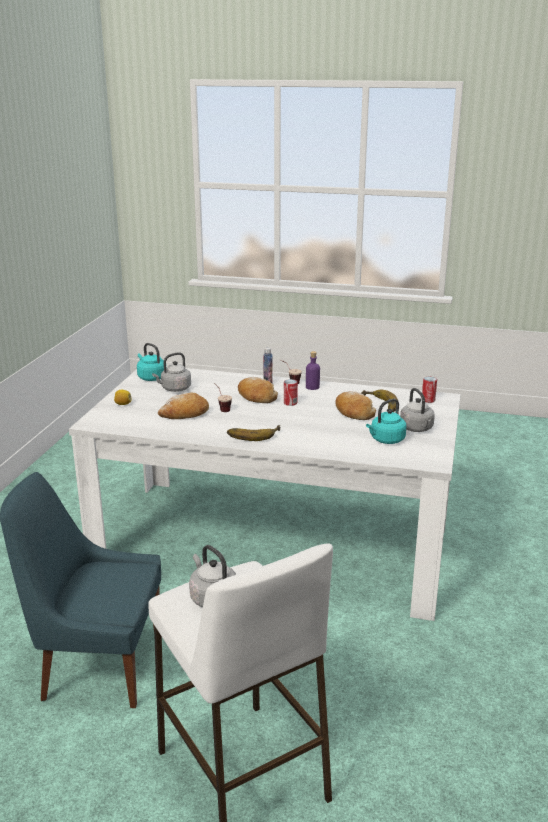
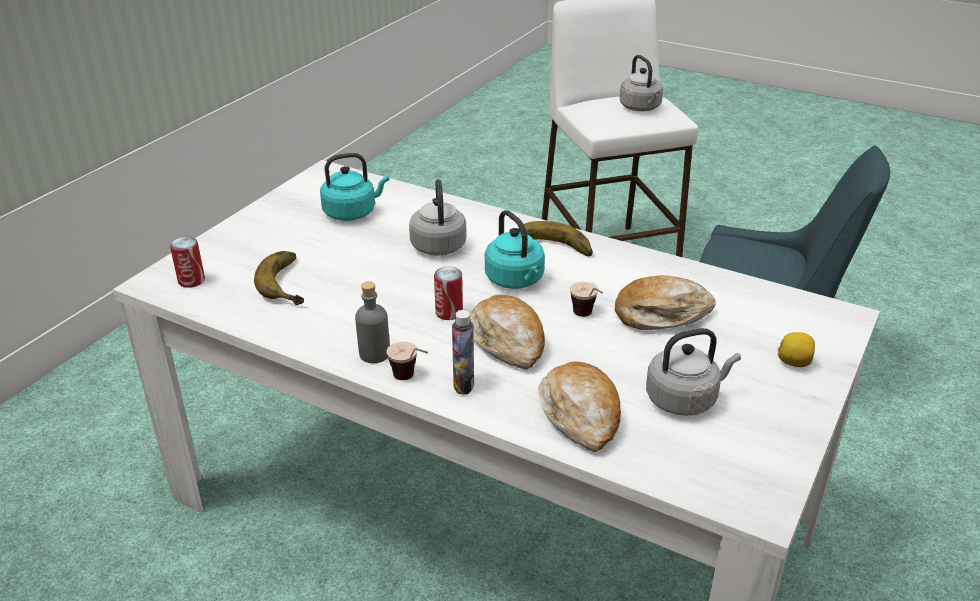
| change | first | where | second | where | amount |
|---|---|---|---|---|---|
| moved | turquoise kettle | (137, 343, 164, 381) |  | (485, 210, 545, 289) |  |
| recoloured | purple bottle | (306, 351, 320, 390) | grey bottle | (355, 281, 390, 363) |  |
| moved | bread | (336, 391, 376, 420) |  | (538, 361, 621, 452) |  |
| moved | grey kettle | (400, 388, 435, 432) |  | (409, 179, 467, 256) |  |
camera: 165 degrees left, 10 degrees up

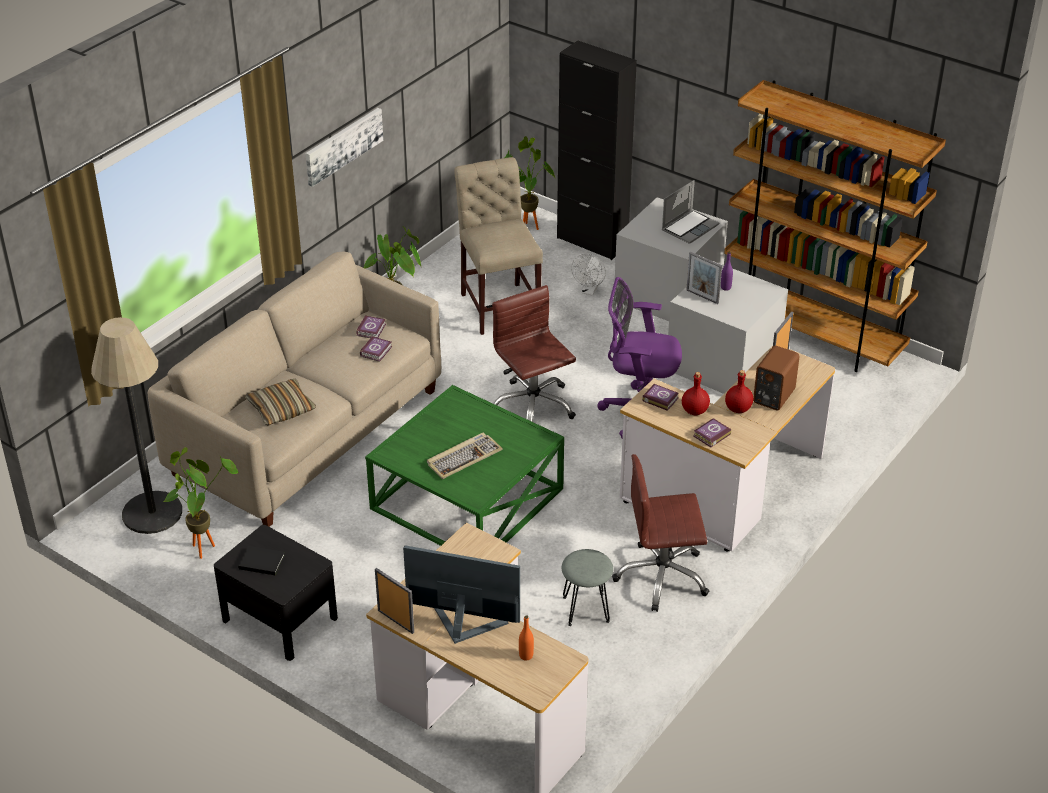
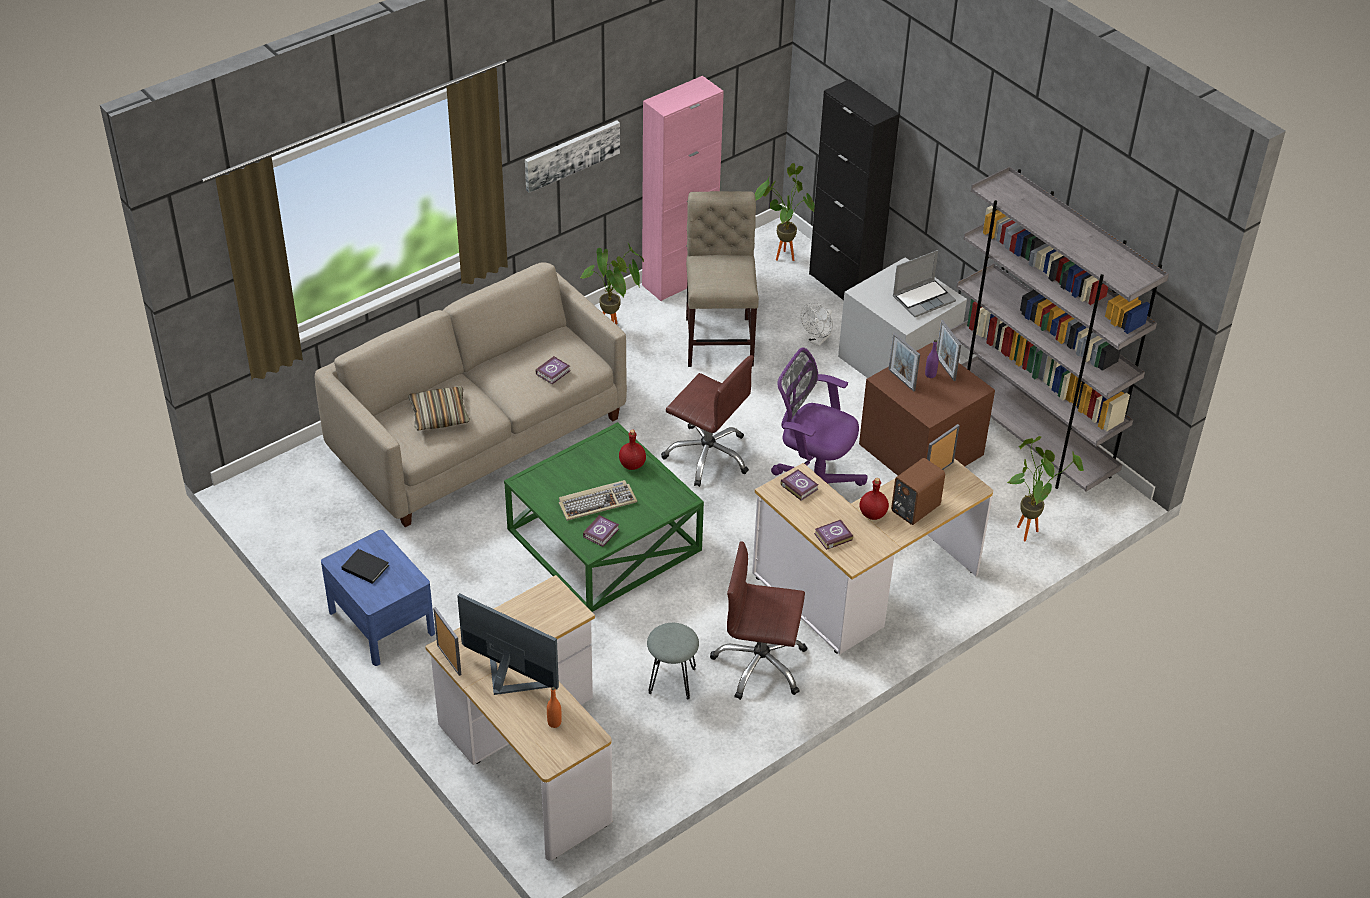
| change | first | where | second | where | amount |
|---|---|---|---|---|---|
| removed | floor lamp | (91, 317, 182, 534) |  |  |  |
| moved | potted plant | (164, 447, 239, 559) |  | (1007, 436, 1084, 541) |  |
| recoloured | black nightstand | (214, 525, 338, 661) | blue nightstand | (321, 530, 435, 666) |  |
| moved | book | (356, 315, 386, 338) |  | (583, 515, 619, 547) |  |
| turned | brown office chair | (492, 285, 576, 422) |  | (661, 355, 754, 487) | 135 degrees clockwise |
| recoloured | grey storage box | (668, 262, 788, 394) | brown storage box | (859, 343, 995, 475) |  |
| moved | red bottle | (682, 372, 710, 415) |  | (619, 429, 646, 470) |  |
| recoloured | brown bookcase | (724, 80, 946, 372) | grey bookcase | (950, 166, 1169, 491) |  |
| added |  |  | pink cabinet | (642, 76, 724, 302) |  |
| added |  |  | picture frame | (937, 320, 961, 381) |  |
camera: 15 degrees right, 5 degrees up

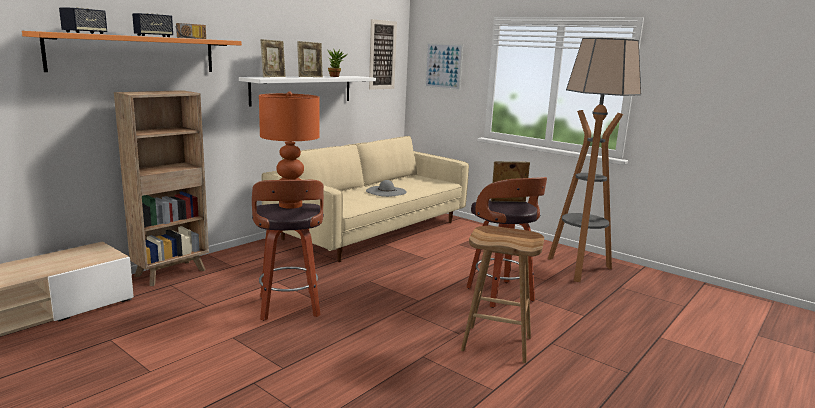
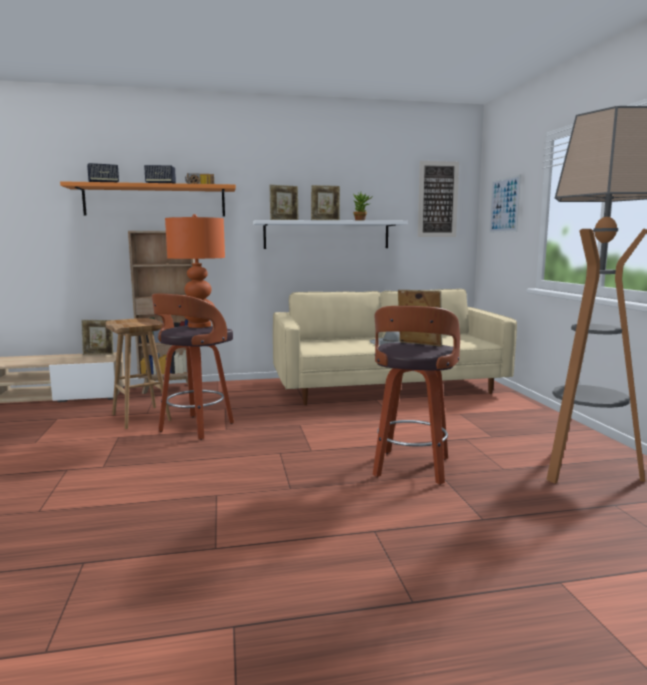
| change | first | where | second | where | amount |
|---|---|---|---|---|---|
| moved | brown stool | (461, 226, 544, 363) |  | (106, 318, 171, 429) |  |
| added |  |  | picture frame | (81, 320, 114, 355) |  |
camera: 40 degrees right, 5 degrees down

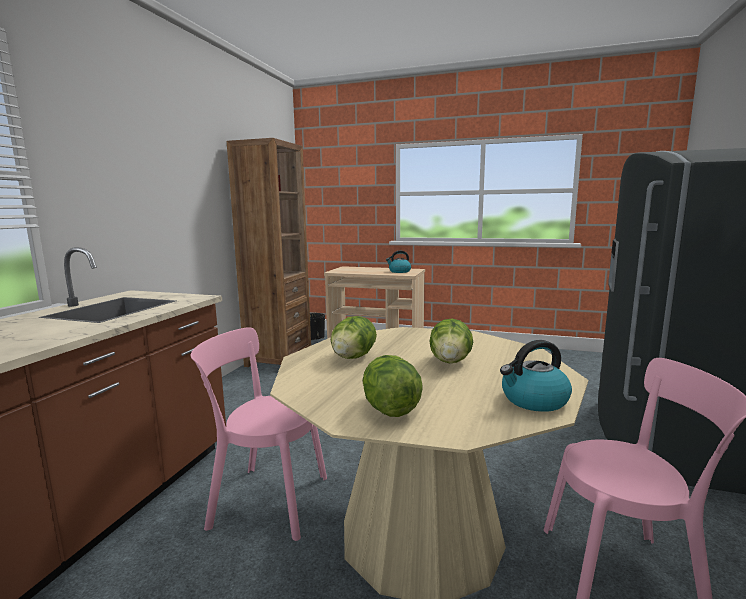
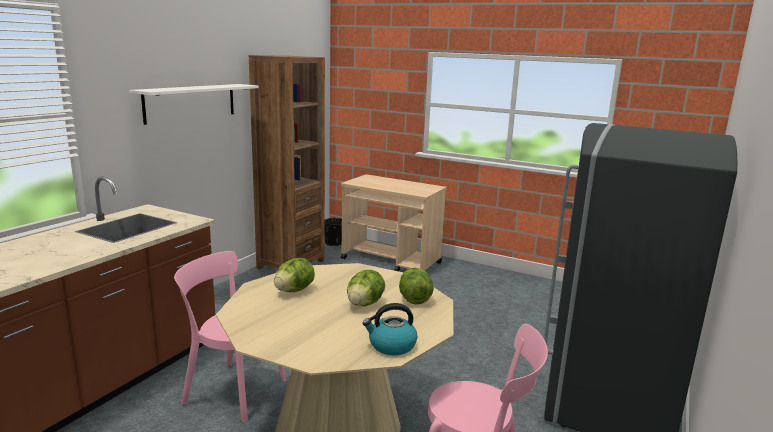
| change | first | where | second | where | amount |
|---|---|---|---|---|---|
| moved | lettuce | (363, 355, 423, 417) |  | (399, 268, 434, 305) |  |
| removed | kettle | (386, 250, 411, 273) |  |  |  |
| added |  |  | white shelf | (129, 84, 259, 125) |  |
camera: 10 degrees right, 5 degrees up

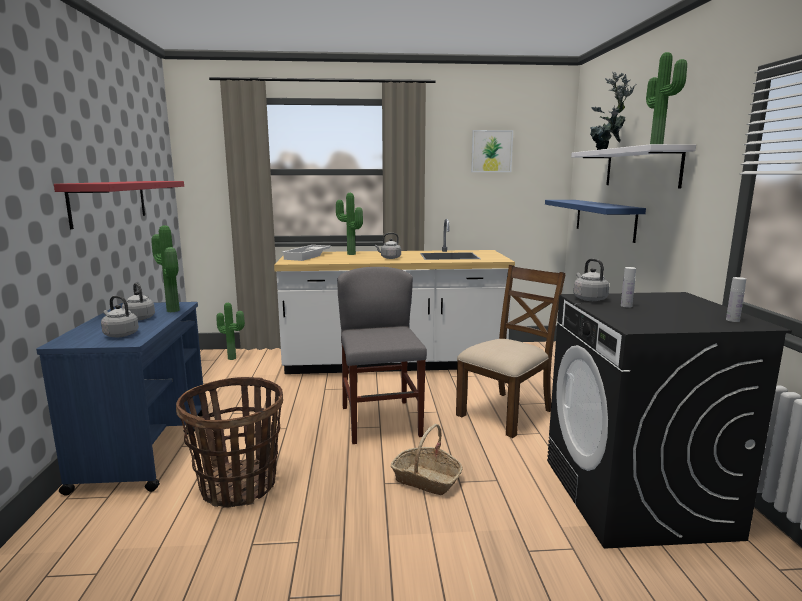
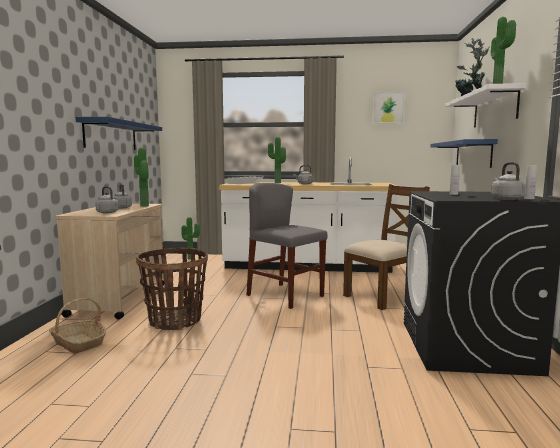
| change | first | where | second | where | amount |
|---|---|---|---|---|---|
| recoloured | blue cart | (36, 302, 203, 496) | beige cart | (55, 203, 164, 320) |  |
| recoloured | red shelf | (54, 181, 184, 229) | blue shelf | (75, 117, 162, 150) |  |
| turned | grey chair | (337, 267, 427, 444) |  | (247, 183, 327, 309) | 45 degrees counterclockwise |
| moved | basket | (391, 424, 463, 495) |  | (49, 298, 106, 353) |  |
| moved | grey kettle | (573, 259, 609, 301) |  | (491, 162, 525, 200) |  |
camera: 10 degrees right, 5 degrees down

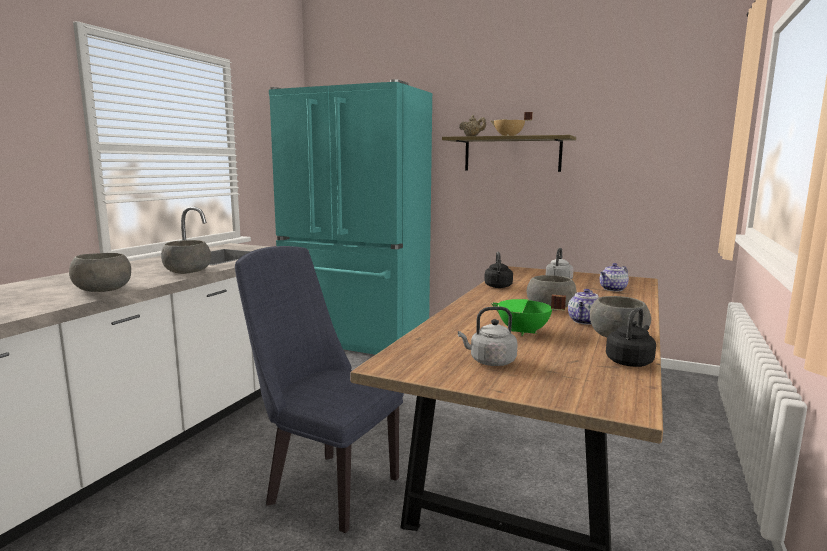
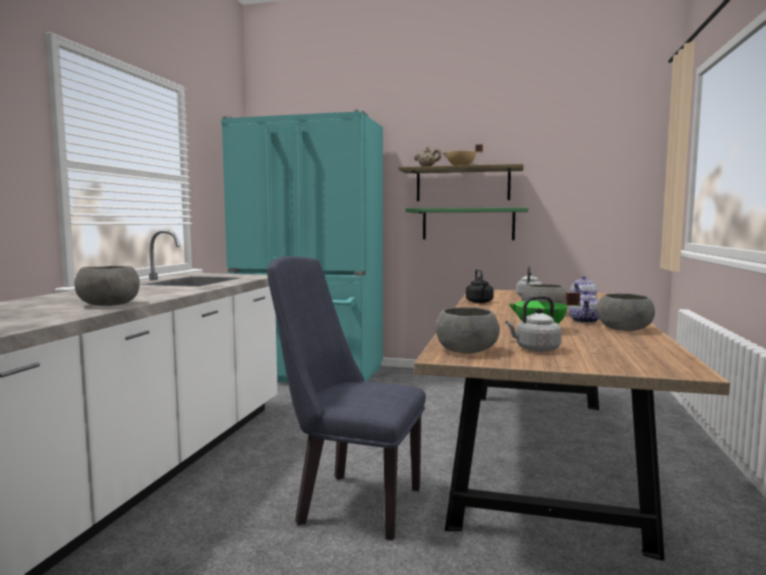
| change | first | where | second | where | amount |
|---|---|---|---|---|---|
| moved | grey bowl | (161, 240, 211, 274) |  | (436, 307, 500, 353) |  |
| removed | black kettle | (606, 307, 656, 367) |  |  |  |
| added |  |  | green shelf | (405, 208, 528, 240) |  |
camera: 10 degrees left, 5 degrees down

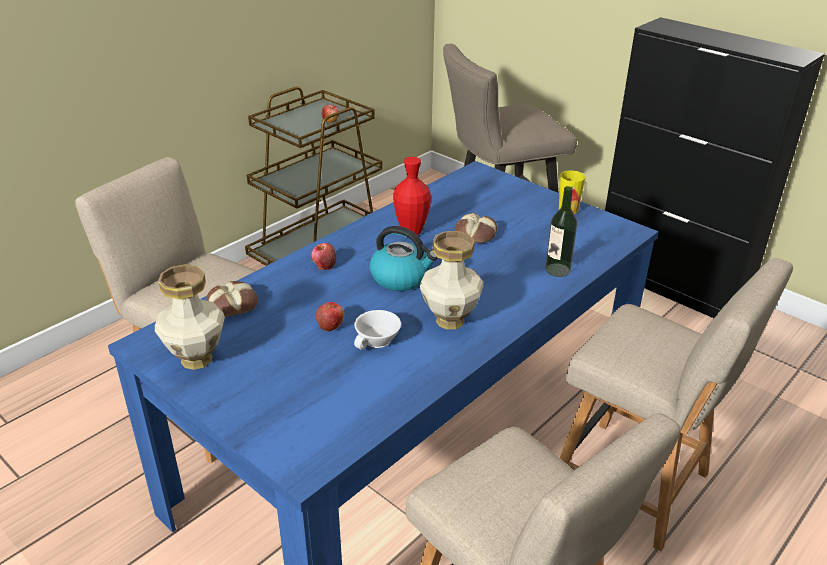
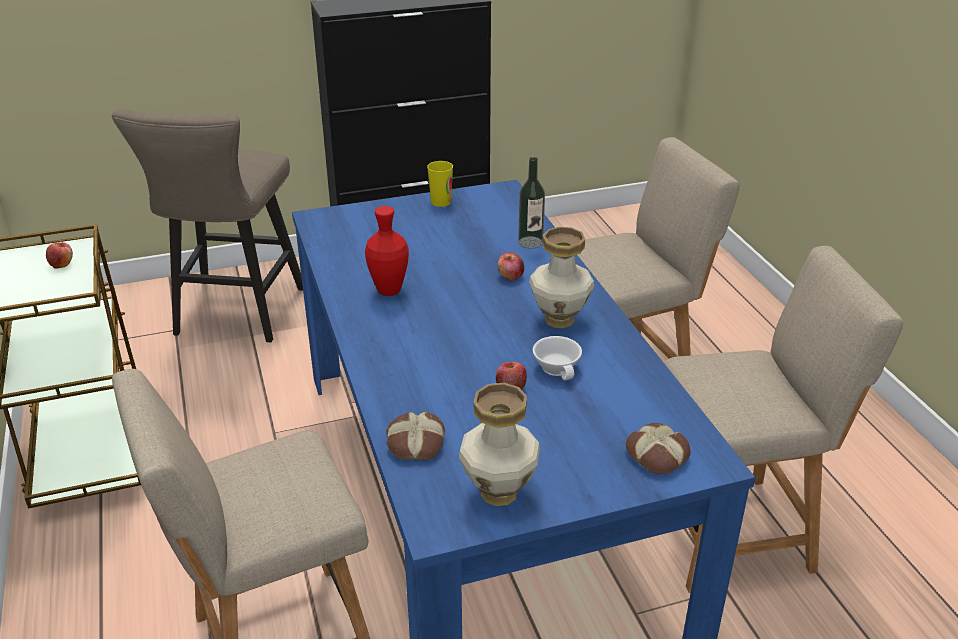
| change | first | where | second | where | amount |
|---|---|---|---|---|---|
| moved | apple | (311, 243, 336, 270) |  | (497, 252, 524, 281) |  |
| removed | kettle | (370, 226, 438, 291) |  |  |  |
| moved | bread | (455, 213, 498, 243) |  | (626, 423, 691, 474) |  |
camera: 60 degrees left, 0 degrees up

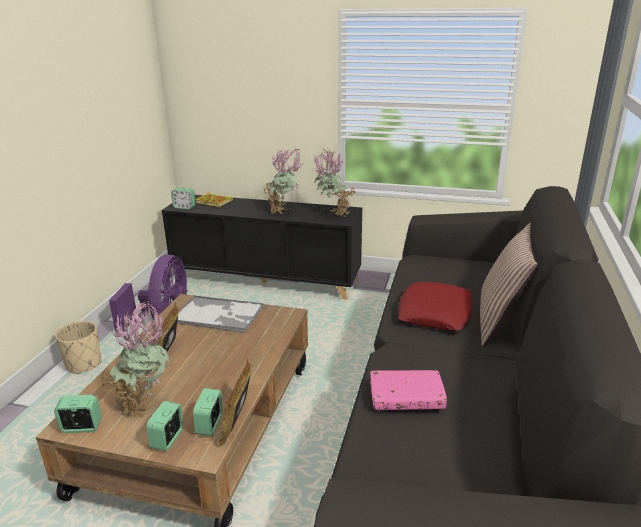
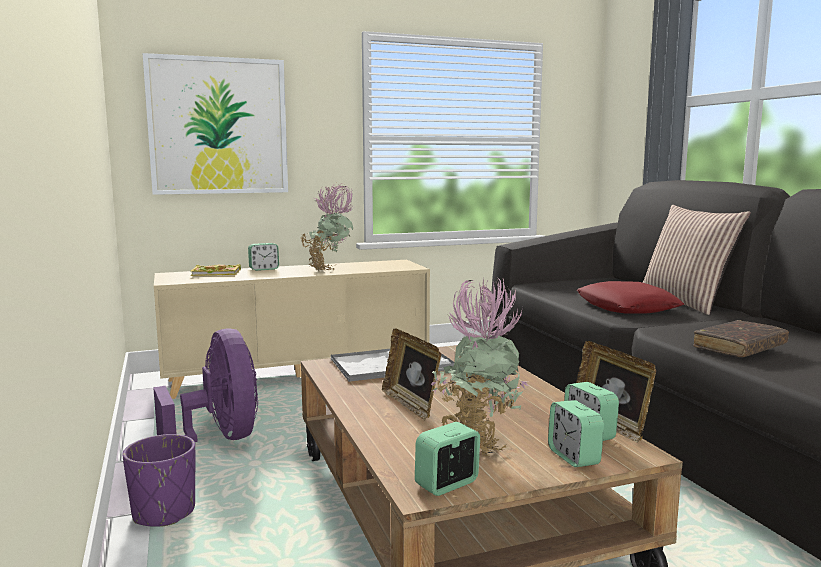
| change | first | where | second | where | amount |
|---|---|---|---|---|---|
| recoloured | beige planter | (55, 321, 101, 374) | purple planter | (122, 434, 195, 526) |  |
| recoloured | black cabinet | (162, 195, 362, 300) | beige cabinet | (154, 260, 430, 399) |  |
| moved | alarm clock | (171, 188, 195, 209) |  | (248, 243, 279, 271) |  |
| removed | potted plant | (314, 149, 355, 217) |  |  |  |
| recoloured | pink book | (370, 370, 447, 410) | brown book | (693, 320, 789, 357) |  |
| added |  |  | picture | (143, 53, 288, 195) |  |
camera: 35 degrees left, 15 degrees down

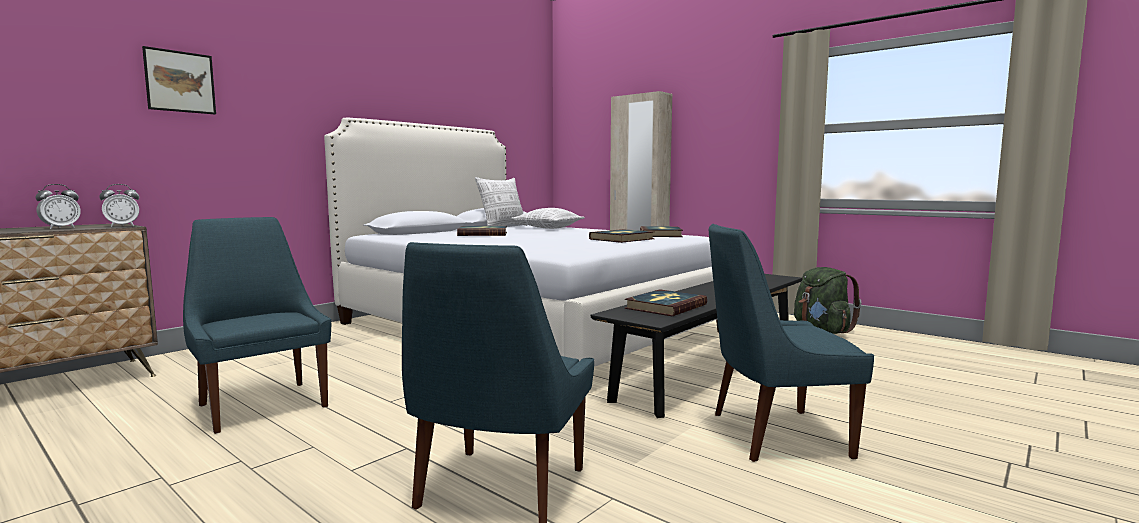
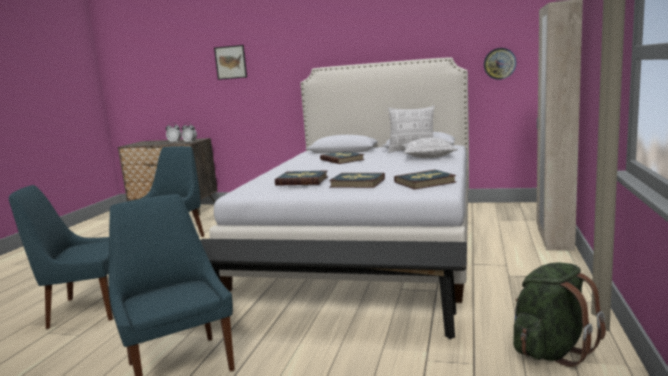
| change | first | where | second | where | amount |
|---|---|---|---|---|---|
| moved | book | (625, 289, 707, 316) |  | (275, 170, 328, 186) |  |
| added |  |  | wall clock | (484, 48, 516, 80) |  |
camera: 65 degrees right, 5 degrees up

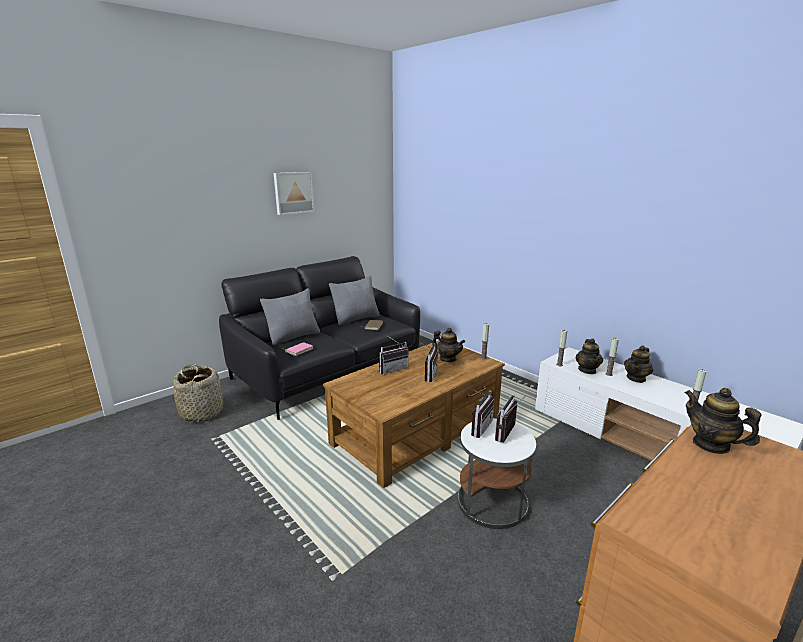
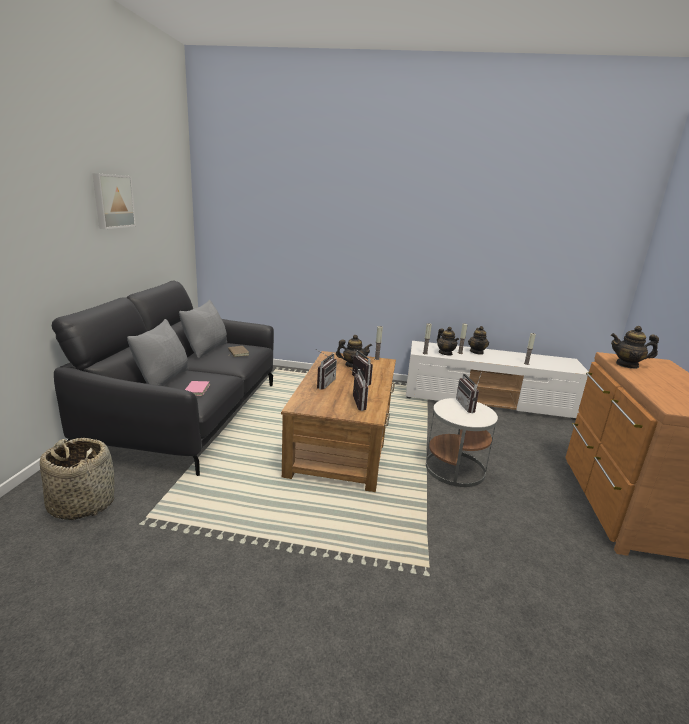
| change | first | where | second | where | amount |
|---|---|---|---|---|---|
| moved | radio | (469, 388, 494, 438) |  | (349, 368, 368, 411) |  |
camera: 40 degrees left, 0 degrees up

